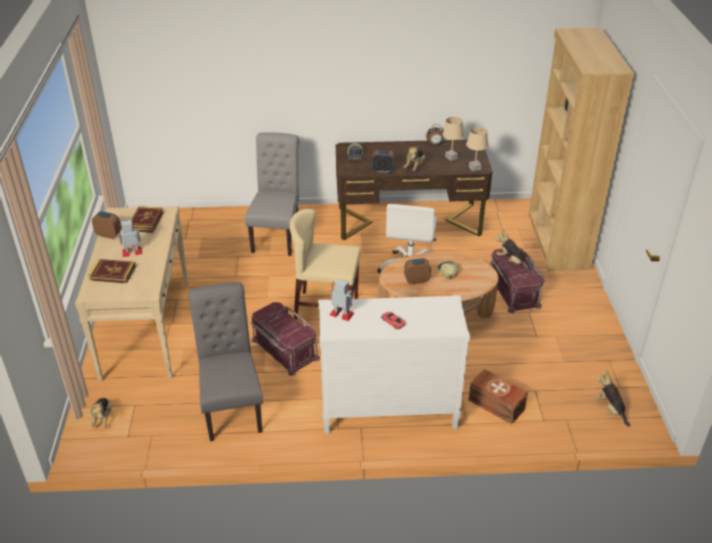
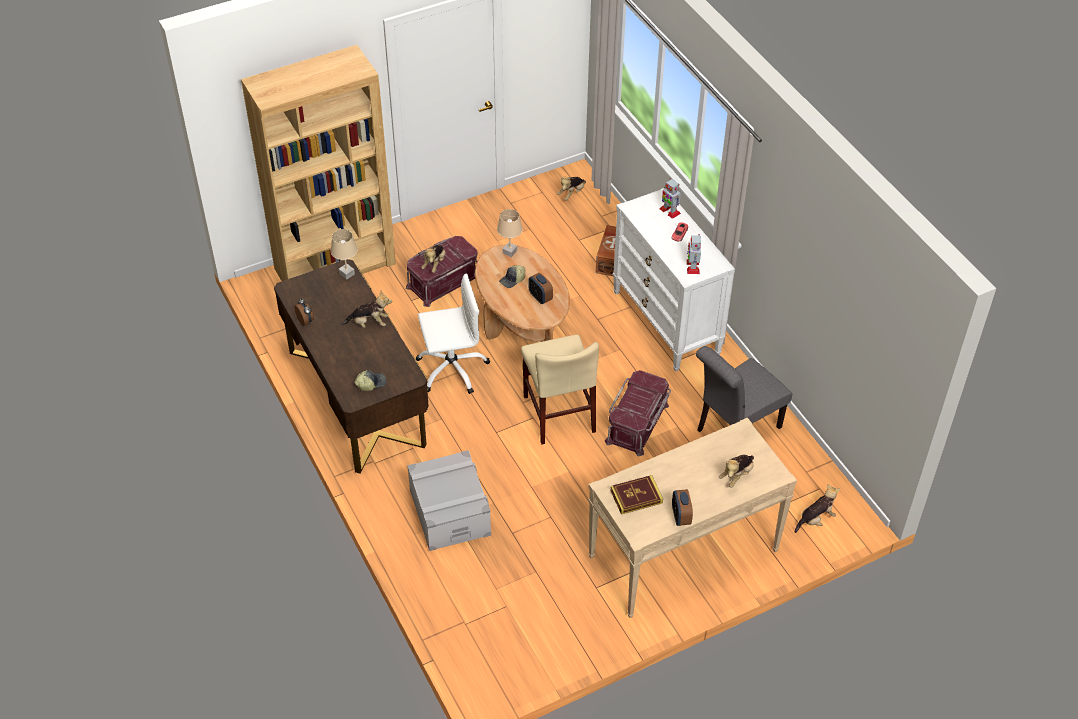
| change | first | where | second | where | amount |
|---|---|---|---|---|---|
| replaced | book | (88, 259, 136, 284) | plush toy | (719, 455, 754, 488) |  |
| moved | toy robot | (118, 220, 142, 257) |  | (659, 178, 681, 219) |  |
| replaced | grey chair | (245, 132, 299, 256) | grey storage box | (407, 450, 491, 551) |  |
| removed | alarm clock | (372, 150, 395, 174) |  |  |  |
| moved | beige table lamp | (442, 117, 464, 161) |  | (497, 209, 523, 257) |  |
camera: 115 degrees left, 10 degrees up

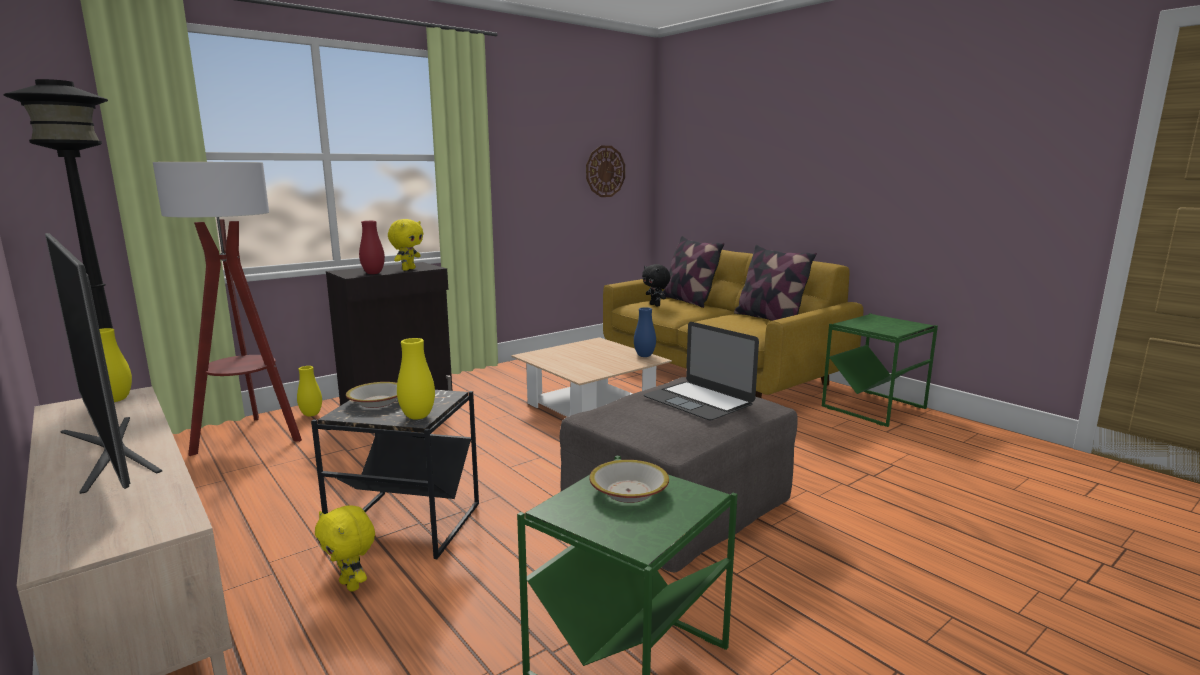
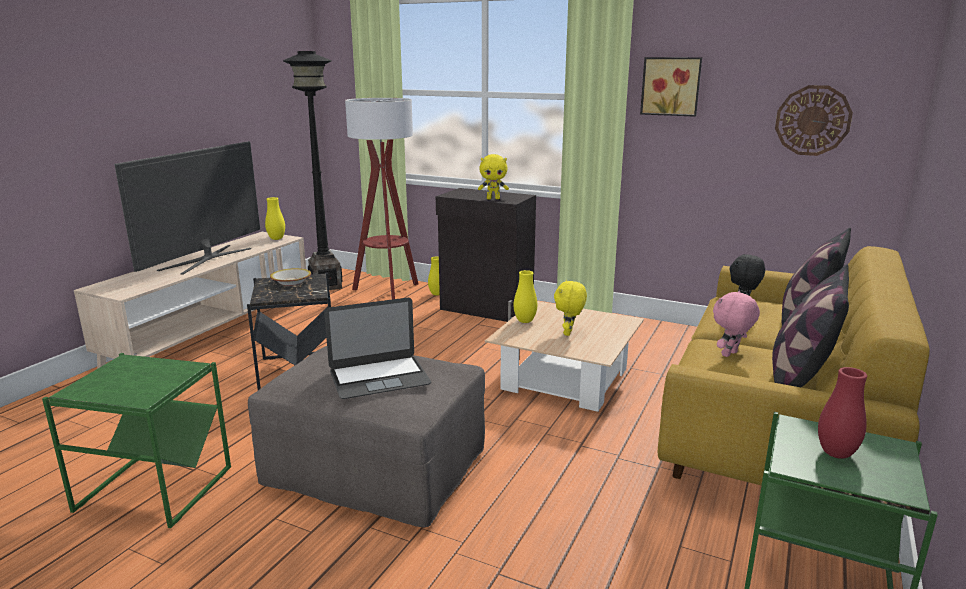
| change | first | where | second | where | amount |
|---|---|---|---|---|---|
| moved | yellow plush toy | (315, 505, 375, 592) |  | (554, 280, 587, 336) |  |
| moved | red vase | (359, 221, 385, 274) |  | (818, 367, 867, 459) |  |
| moved | yellow vase | (397, 338, 435, 420) |  | (513, 270, 537, 323) |  |
| removed | bowl | (590, 460, 669, 503) |  |  |  |
| removed | blue vase | (634, 307, 656, 357) |  |  |  |
| turned | laptop | (644, 322, 759, 420) |  | (324, 298, 431, 399) | 135 degrees counterclockwise |
| added |  |  | picture | (640, 57, 702, 117) |  |
| added |  |  | pink plush toy | (713, 291, 760, 357) |  |
camera: 65 degrees right, 5 degrees up

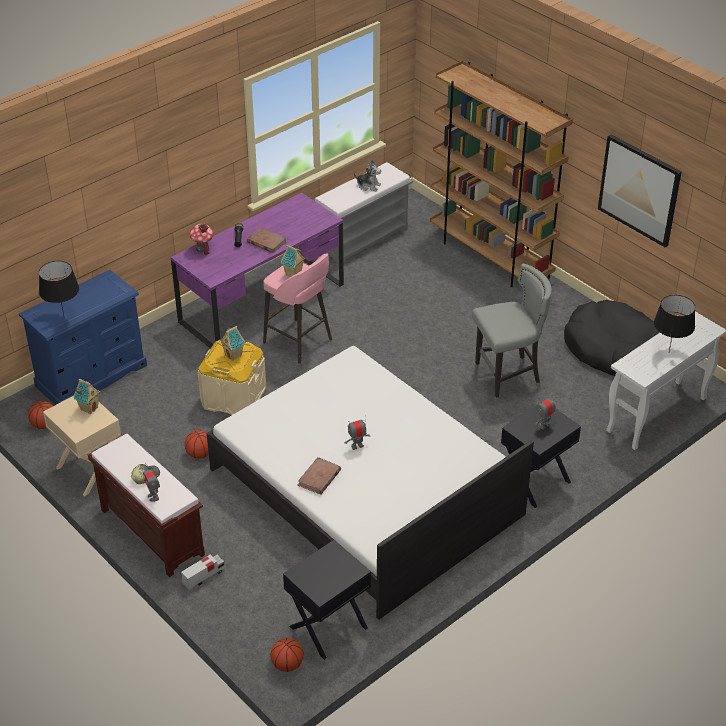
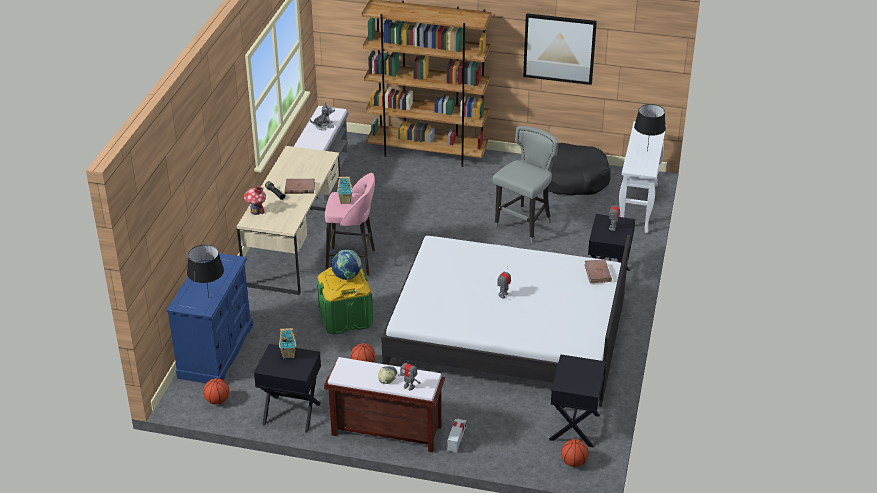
| change | first | where | second | where | amount |
|---|---|---|---|---|---|
| recoloured | beige nightstand | (43, 396, 121, 496) | black nightstand | (254, 344, 321, 433) |  |
| recoloured | purple desk | (171, 193, 344, 349) | beige desk | (237, 146, 340, 295) |  |
| recoloured | beige storage box | (198, 340, 266, 415) | green storage box | (317, 267, 373, 335) |  |
| replaced | toy house | (220, 326, 245, 361) | globe | (331, 249, 362, 280) |  |
| moved | brown book | (298, 457, 341, 495) |  | (584, 260, 612, 283) |  |
camera: 35 degrees left, 5 degrees down

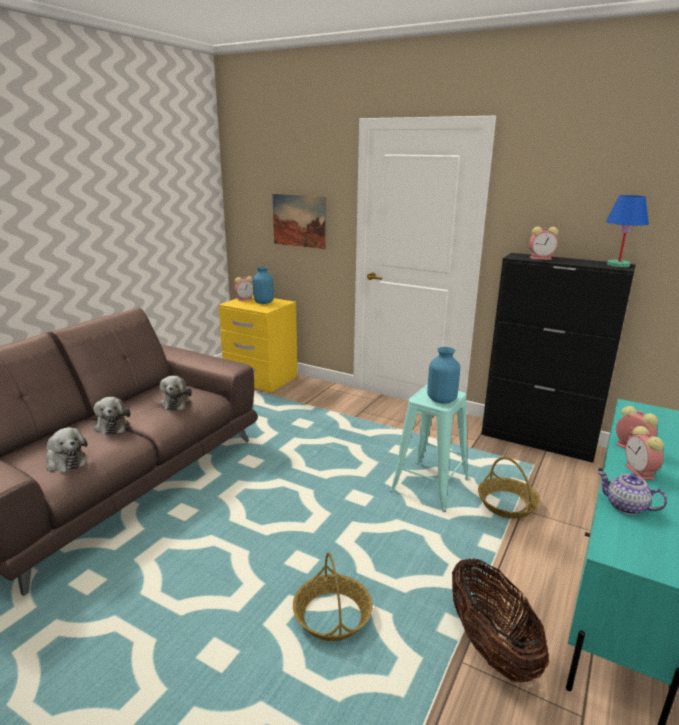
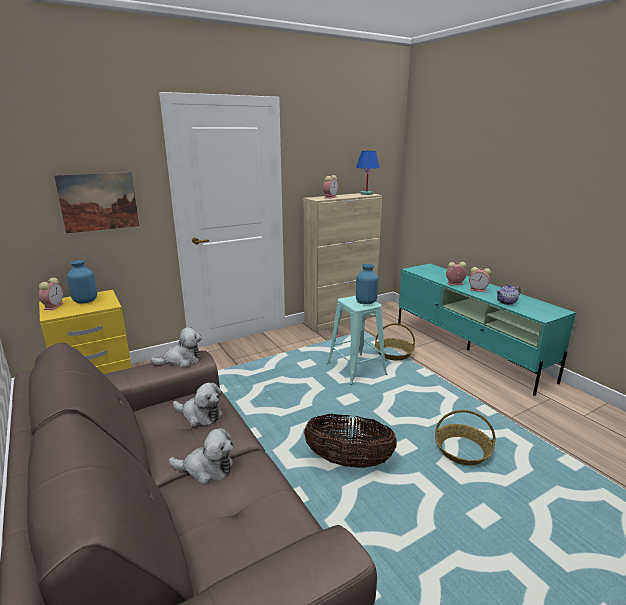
| change | first | where | second | where | amount |
|---|---|---|---|---|---|
| moved | plush toy | (46, 427, 88, 473) |  | (150, 327, 202, 367) |  |
| moved | basket | (452, 558, 549, 682) |  | (304, 414, 397, 468) |  |
| recoloured | black cabinet | (481, 253, 636, 463) | beige cabinet | (303, 193, 382, 332) |  |
camera: 60 degrees left, 0 degrees up

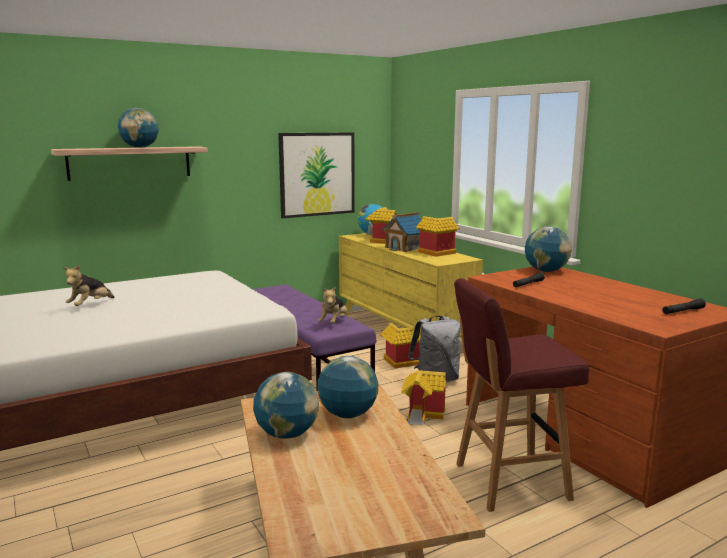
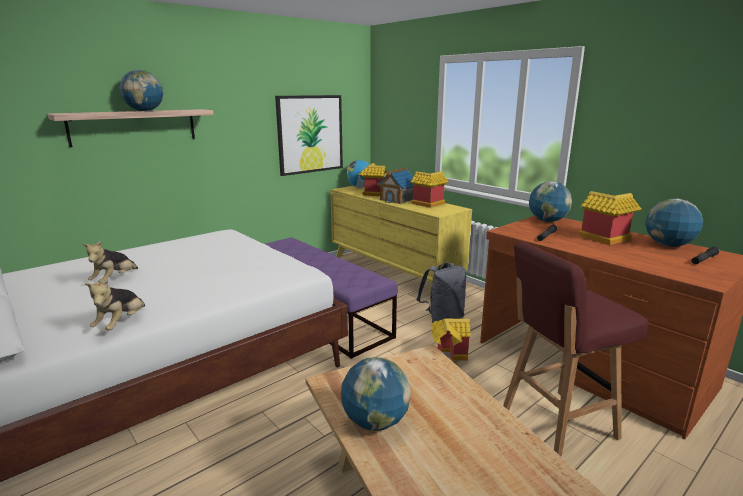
| change | first | where | second | where | amount |
|---|---|---|---|---|---|
| moved | globe | (317, 356, 379, 418) |  | (645, 199, 703, 247) |  |
| moved | plush toy | (318, 287, 347, 324) |  | (85, 278, 145, 331) |  |
| moved | toy house | (380, 323, 421, 369) |  | (579, 191, 642, 245) |  |
camera: 10 degrees left, 5 degrees up

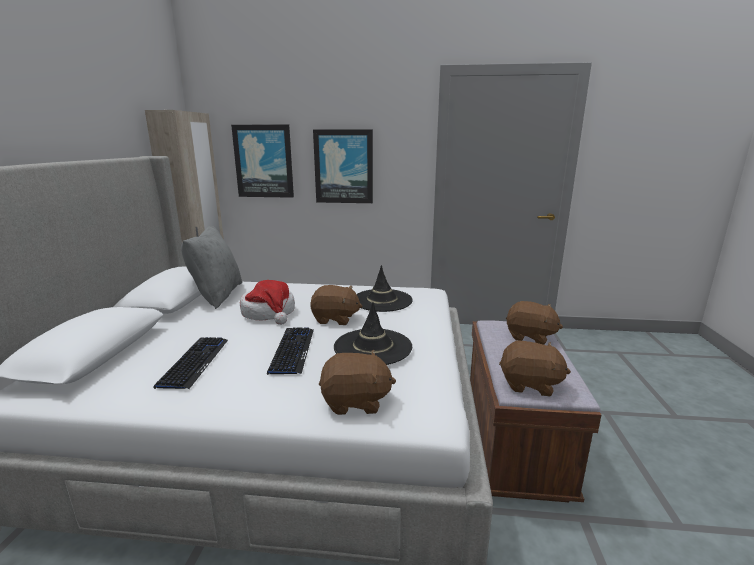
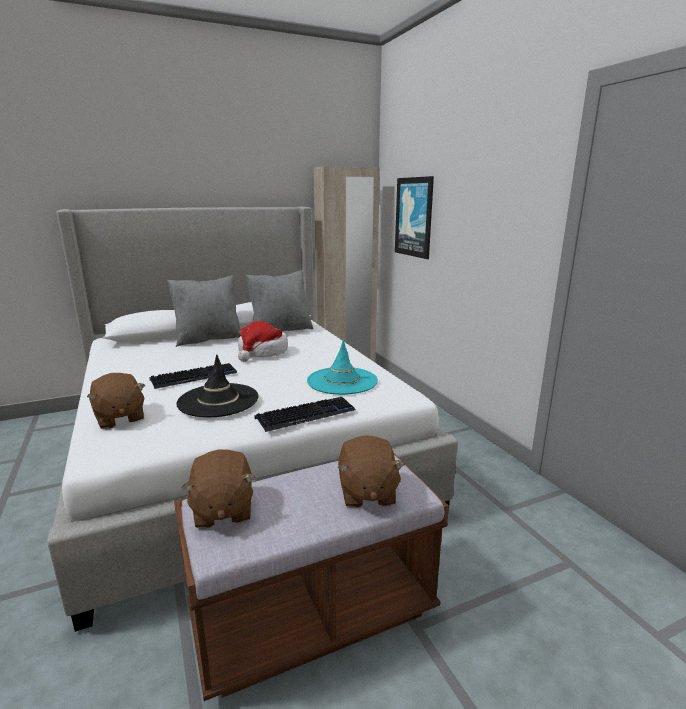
| change | first | where | second | where | amount |
|---|---|---|---|---|---|
| moved | keyboard | (154, 337, 228, 389) |  | (255, 397, 356, 432) |  |
| removed | brown plush toy | (310, 285, 362, 325) |  |  |  |
| removed | picture | (313, 129, 373, 203) |  |  |  |
| recoloured | black hat | (357, 265, 413, 312) | turquoise hat | (307, 339, 378, 395) |  |
| added |  |  | grey pillow | (167, 275, 241, 347) |  |
camera: 60 degrees right, 0 degrees up

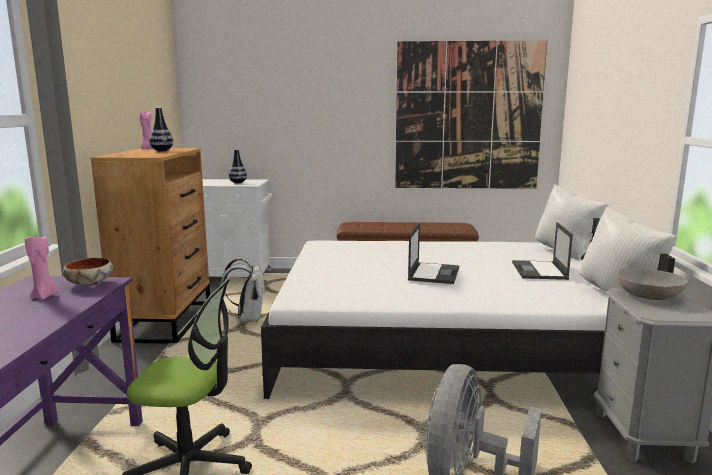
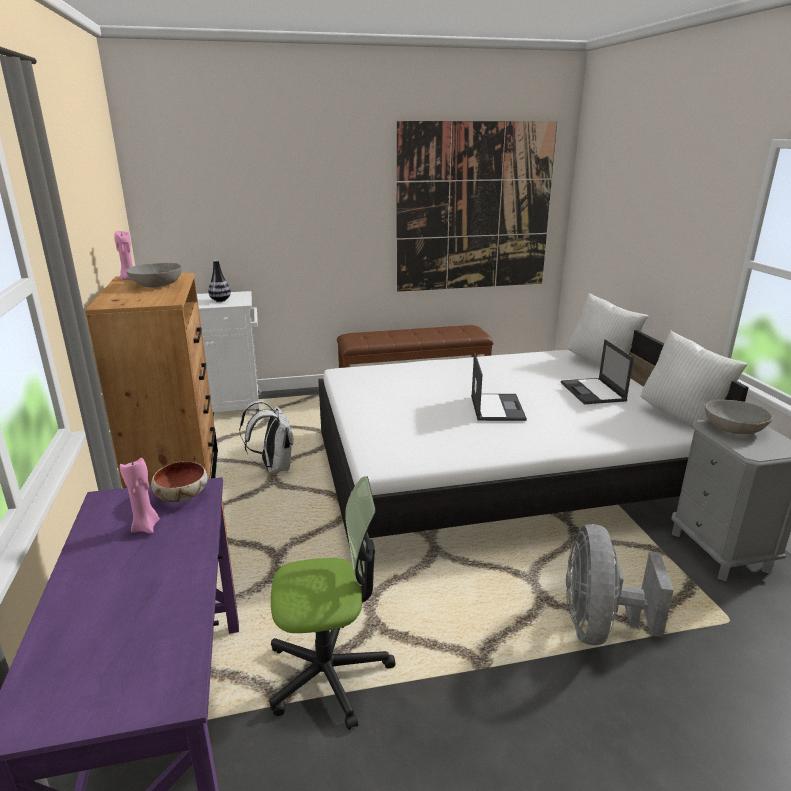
| change | first | where | second | where | amount |
|---|---|---|---|---|---|
| replaced | vase | (149, 108, 173, 152) | grey bowl | (126, 263, 182, 287) |  |
camera: 15 degrees left, 10 degrees up

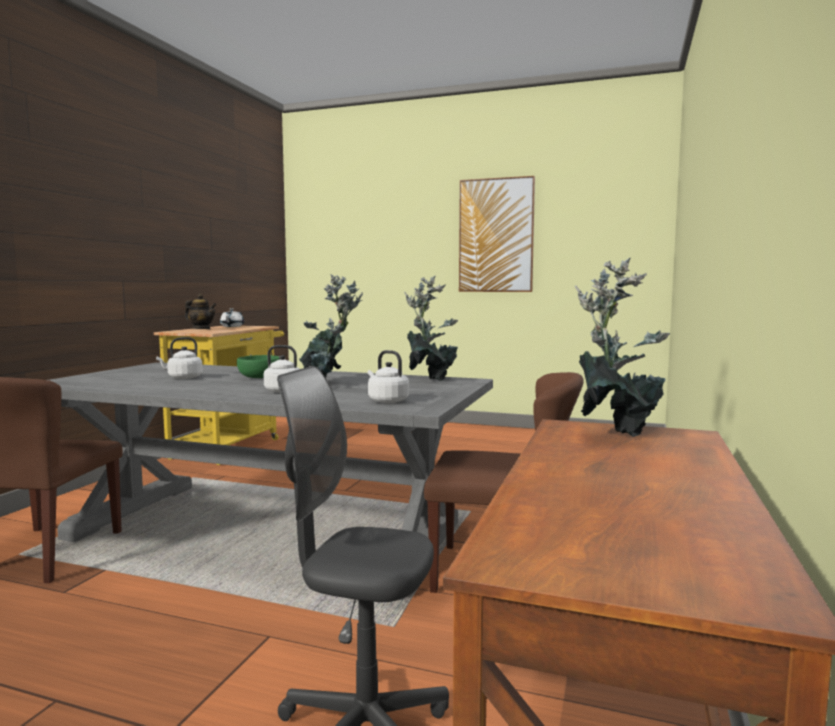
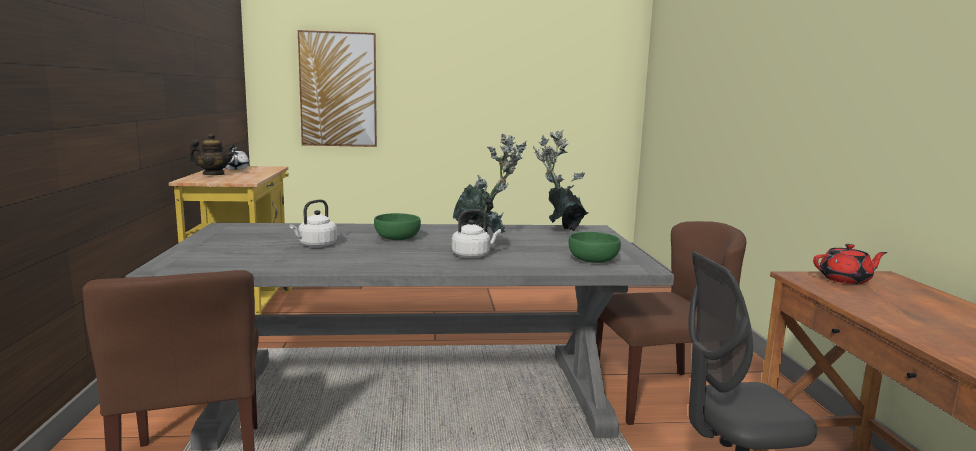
| change | first | where | second | where | amount |
|---|---|---|---|---|---|
| replaced | white kettle | (368, 350, 409, 403) | green bowl | (568, 232, 621, 263) |  |
| moved | picture | (459, 176, 535, 292) |  | (298, 30, 377, 147) |  |
| replaced | potted plant | (575, 257, 670, 437) | red teapot | (813, 244, 887, 284) |  |
camera: 25 degrees left, 5 degrees up

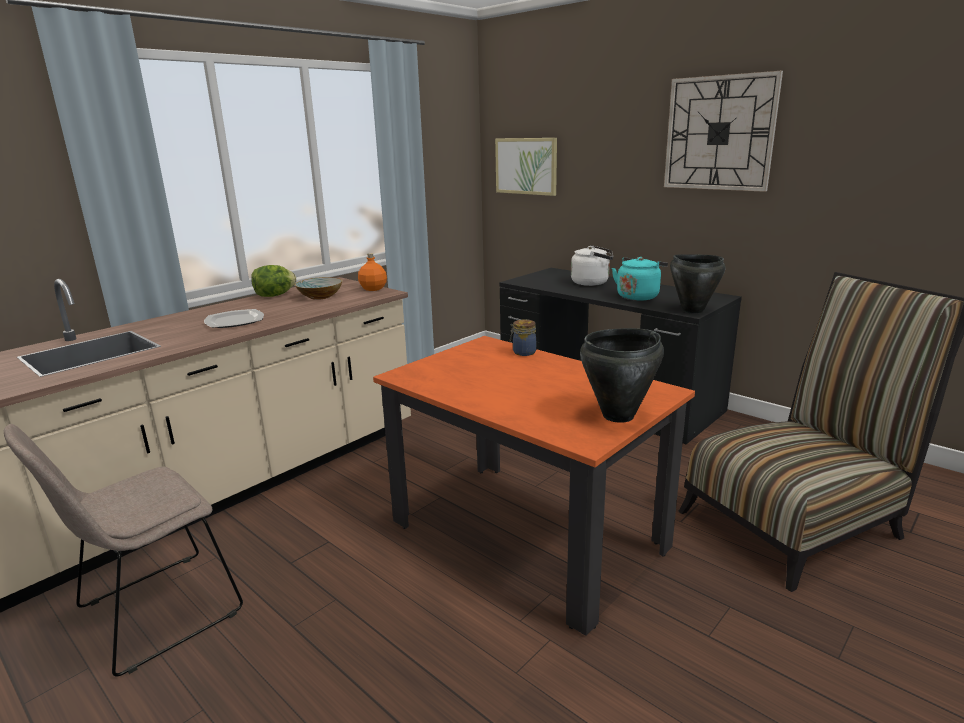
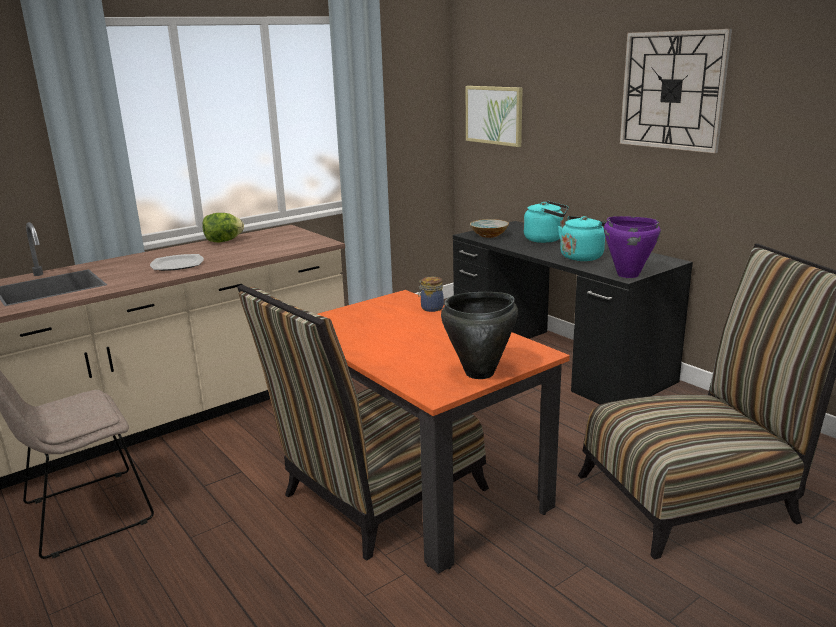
| change | first | where | second | where | amount |
|---|---|---|---|---|---|
| moved | bowl | (295, 277, 342, 300) |  | (470, 219, 509, 238) |  |
| removed | orange bottle | (358, 253, 387, 291) |  |  |  |
| recoloured | white kettle | (571, 245, 613, 286) | turquoise kettle | (524, 201, 569, 243) |  |
| recoloured | black cooking pot | (670, 254, 726, 314) | purple cooking pot | (604, 216, 661, 278) |  |
| added |  |  | chair | (237, 285, 489, 561) |  |
camera: 10 degrees right, 0 degrees up

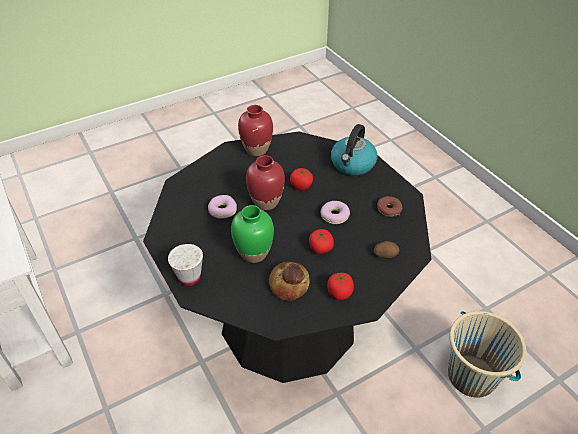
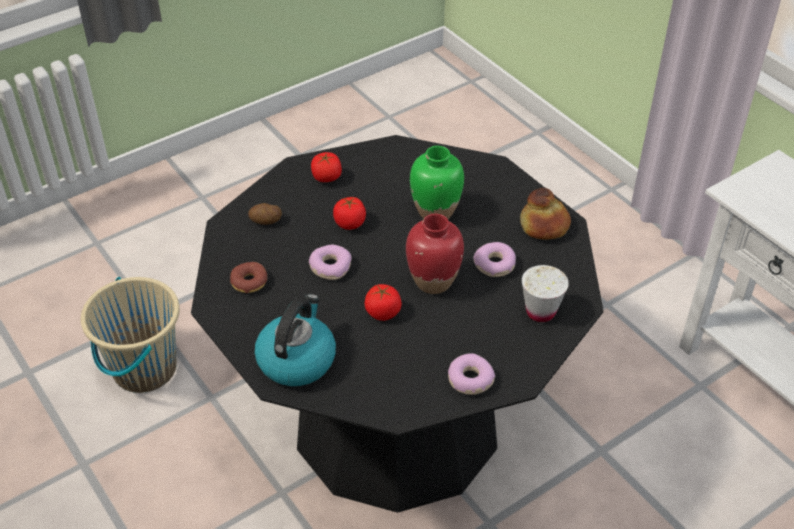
| change | first | where | second | where | amount |
|---|---|---|---|---|---|
| moved | white cup | (168, 244, 203, 286) |  | (522, 265, 569, 322) |  |
| replaced | red vase | (238, 105, 273, 156) | donut | (448, 353, 495, 395) |  |
| moved | bread | (269, 262, 310, 301) |  | (520, 188, 571, 240) |  |
camera: 175 degrees right, 0 degrees up

